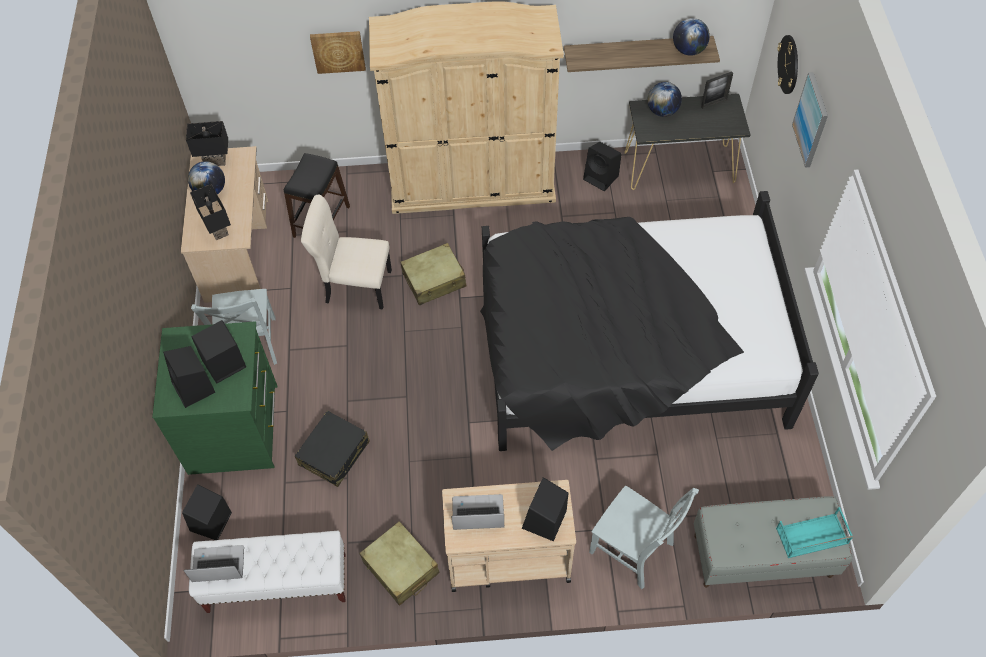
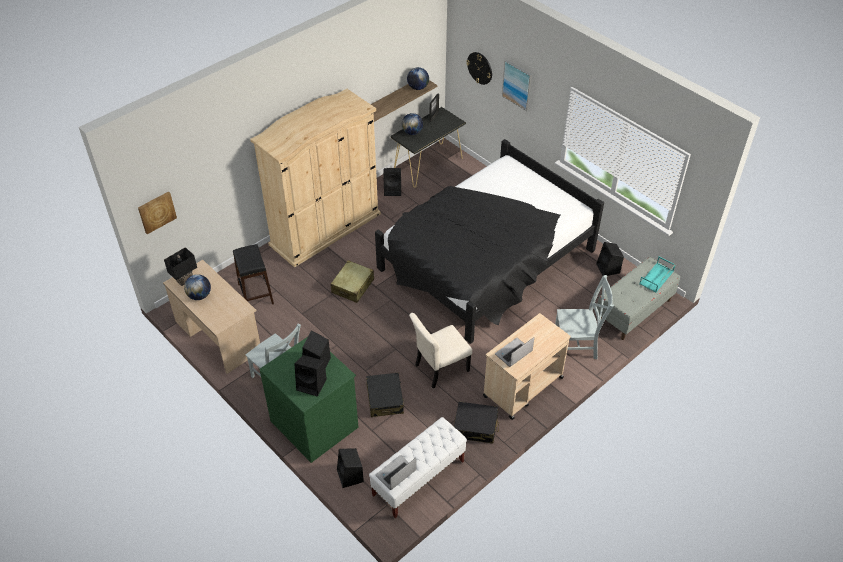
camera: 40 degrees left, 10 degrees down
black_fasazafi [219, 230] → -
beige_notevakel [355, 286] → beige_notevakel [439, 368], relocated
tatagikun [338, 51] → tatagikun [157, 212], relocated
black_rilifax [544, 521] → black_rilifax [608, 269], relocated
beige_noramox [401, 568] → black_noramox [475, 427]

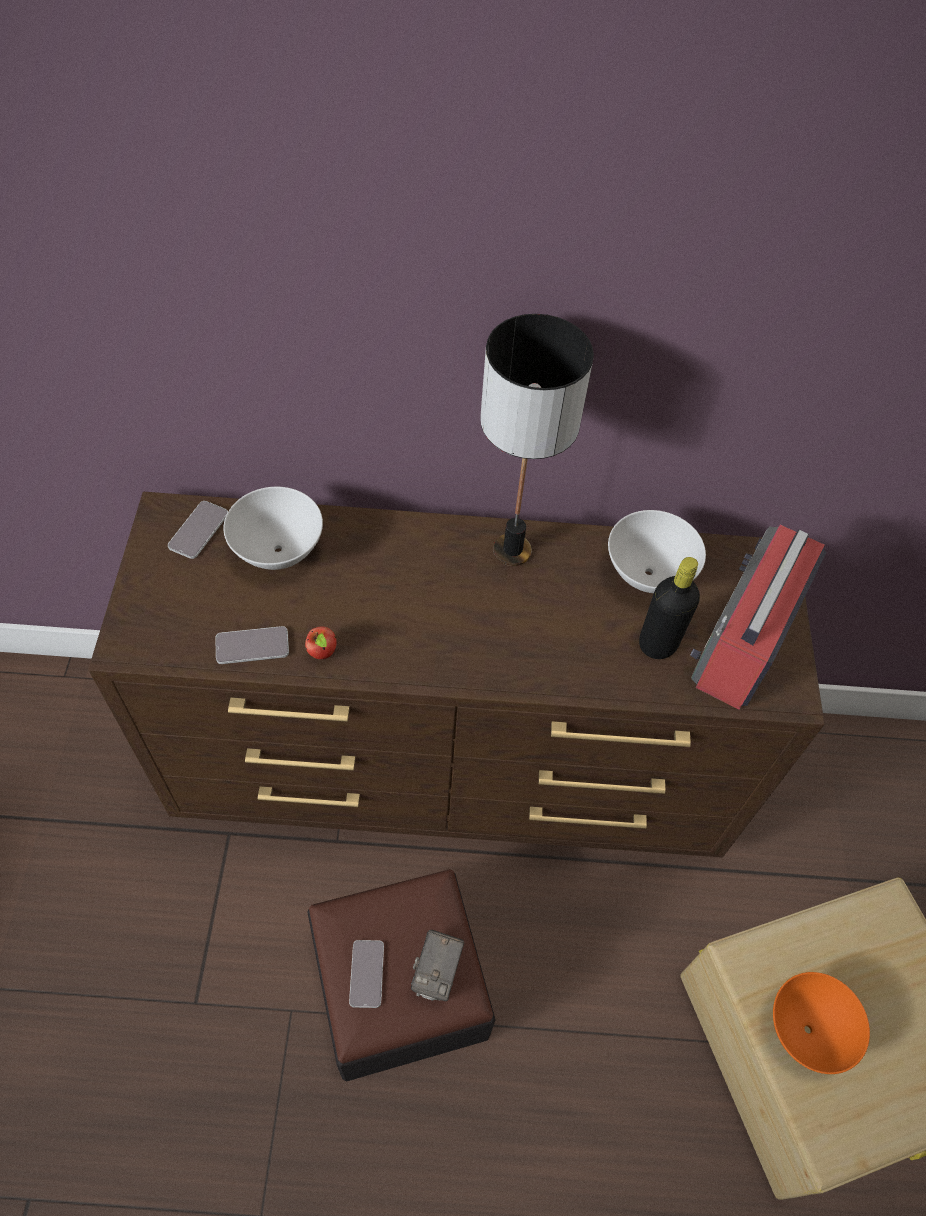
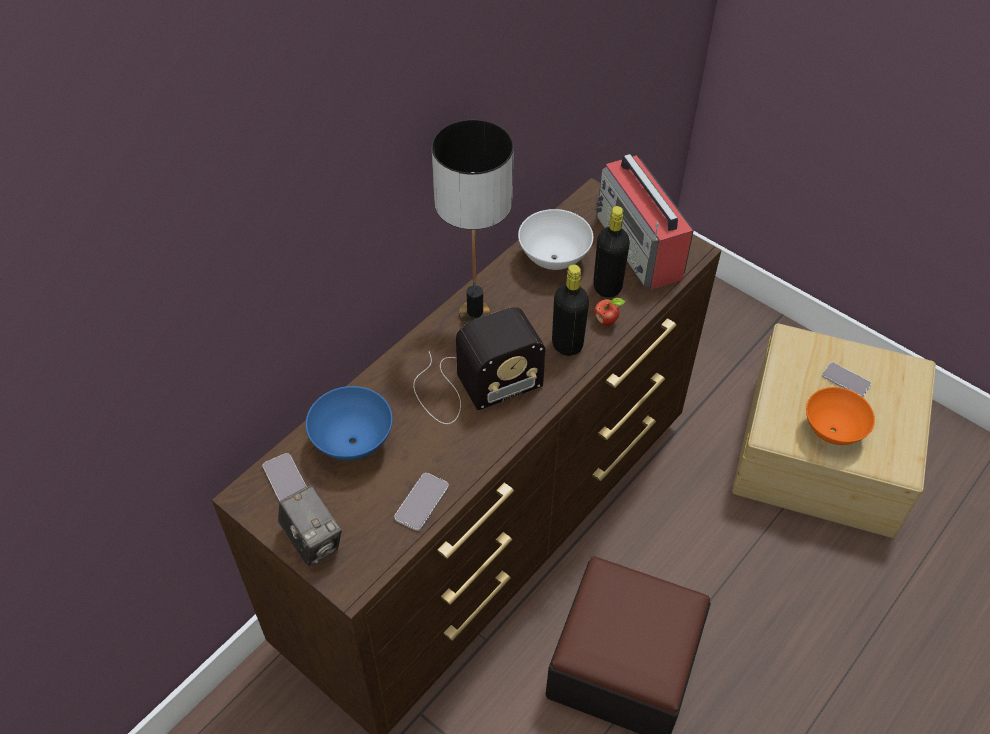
camera: 50 degrees left, 5 degrees down
- → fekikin [472, 385]
- → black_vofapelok [567, 344]
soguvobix [323, 654] → soguvobix [607, 321], relocated
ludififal [367, 974] → ludififal [846, 380], relocated
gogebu [436, 972] → gogebu [313, 541], relocated
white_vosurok [279, 552] → blue_vosurok [354, 442]

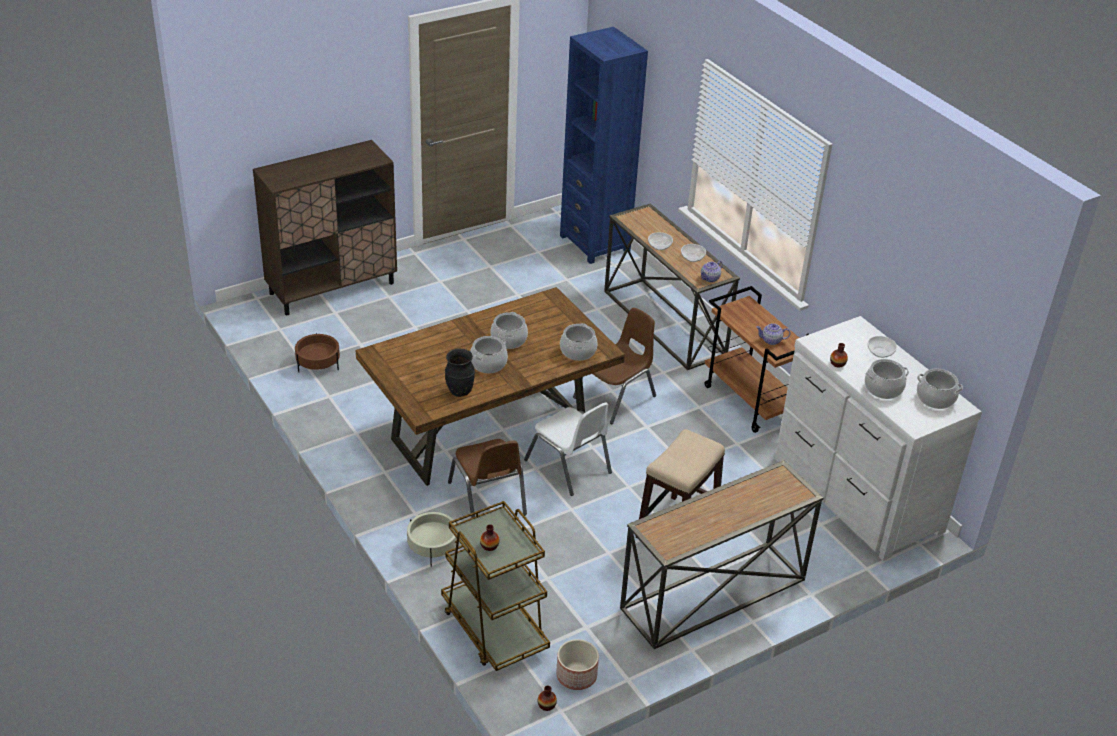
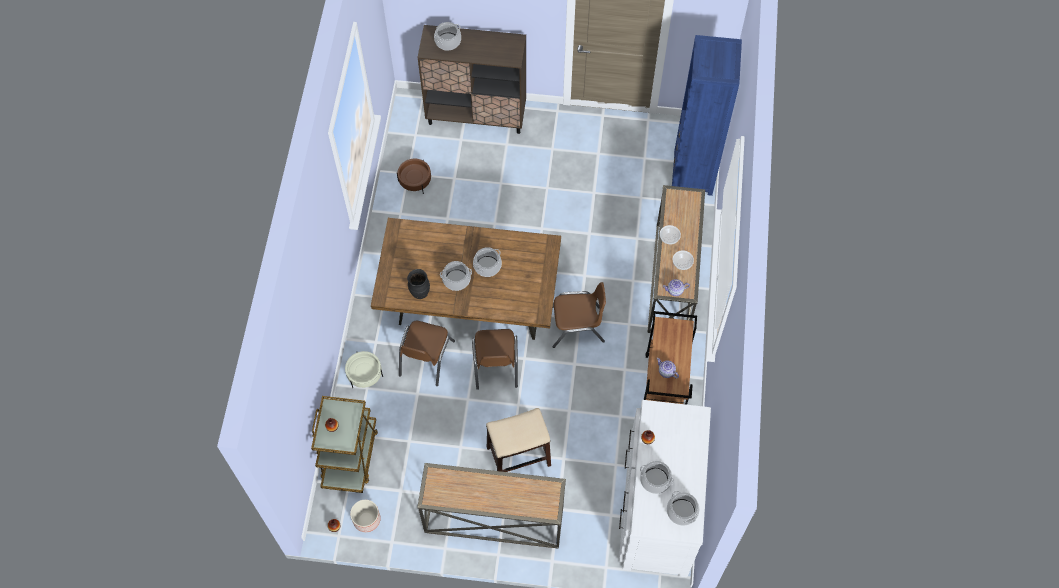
camera: 40 degrees right, 25 degrees up
vosurok [880, 352] → -
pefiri [577, 351] → pefiri [448, 41], relocated
white_notevakel [568, 466] → brown_notevakel [495, 364]

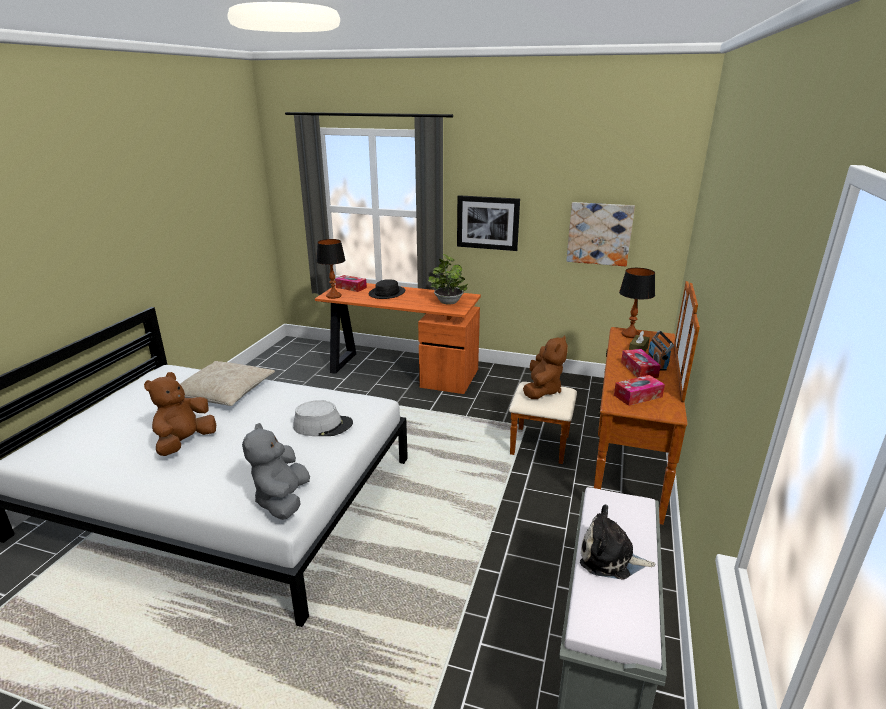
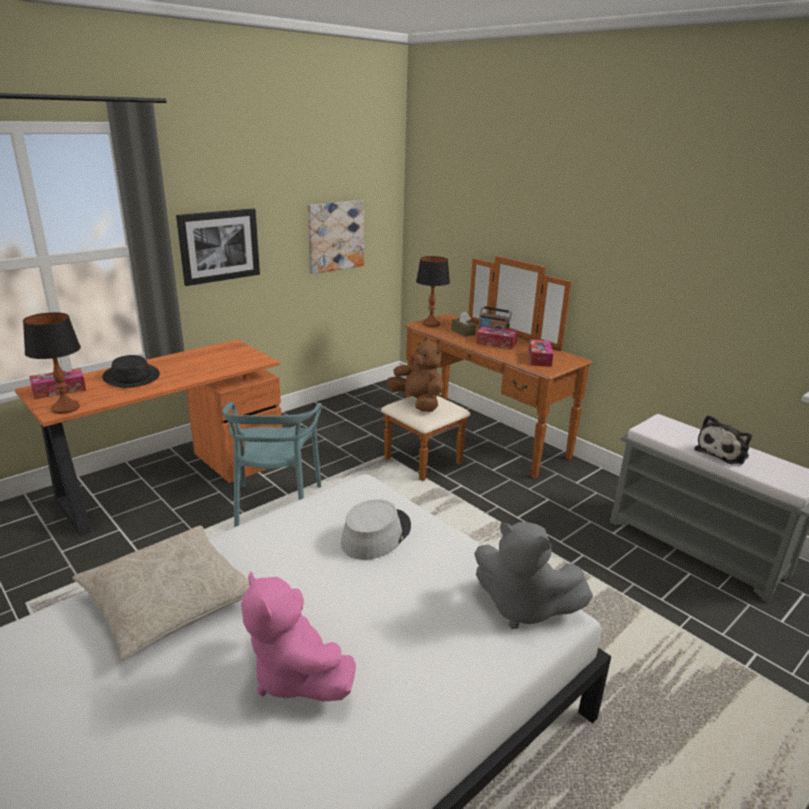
camera: 60 degrees left, 0 degrees up
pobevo [448, 301] → -
- → turquoise_notevakel [276, 506]
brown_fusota [185, 443] → pink_fusota [295, 675]

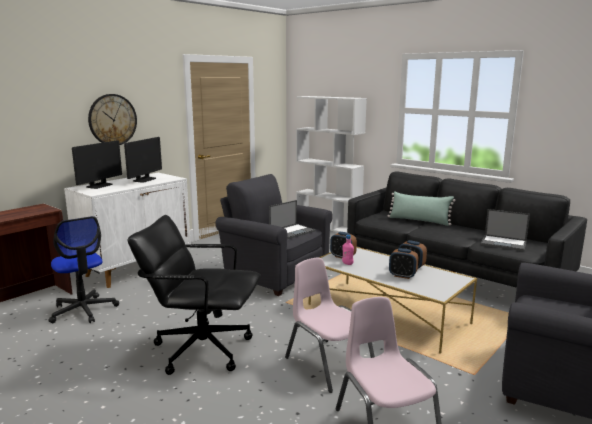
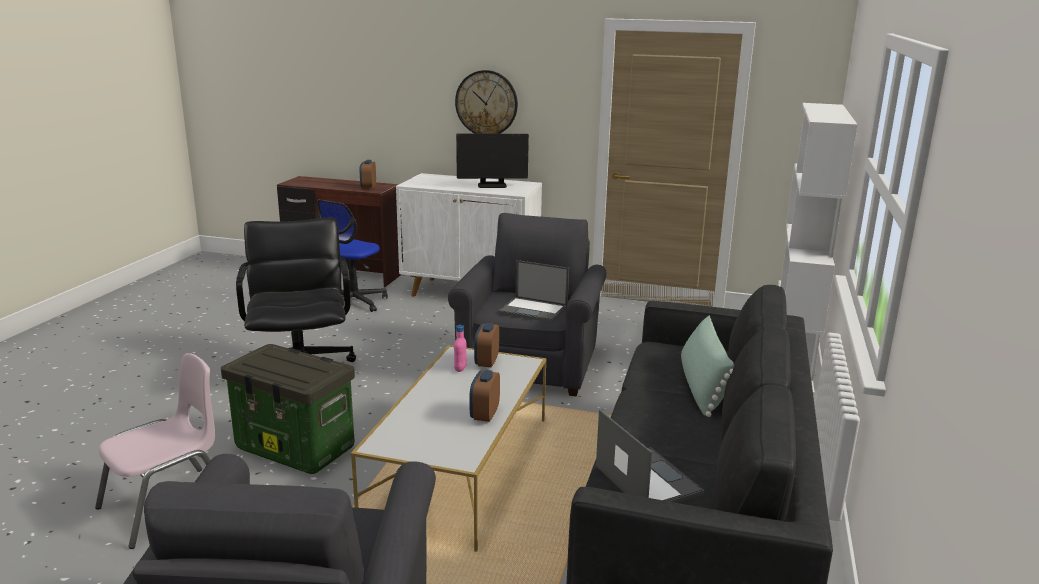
camera: 65 degrees right, 5 degrees up
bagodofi [99, 185] → -
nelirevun [402, 276] → nelirevun [368, 187], relocated
pink_notevakel [329, 363] → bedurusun [297, 448]
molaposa [504, 243] → molaposa [646, 479], 150 degrees clockwise

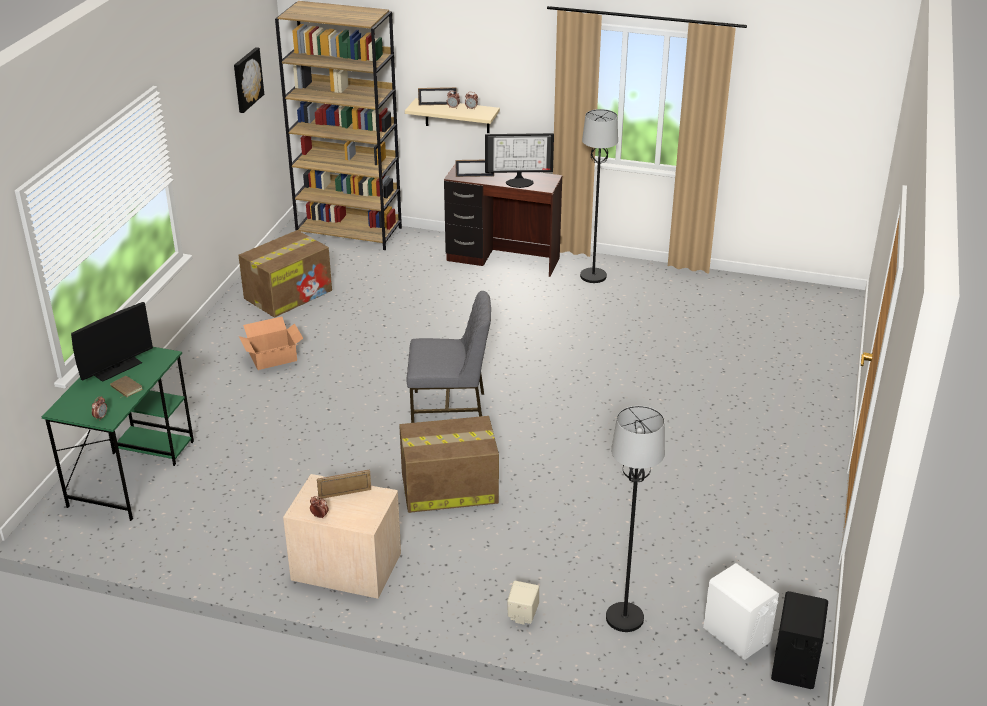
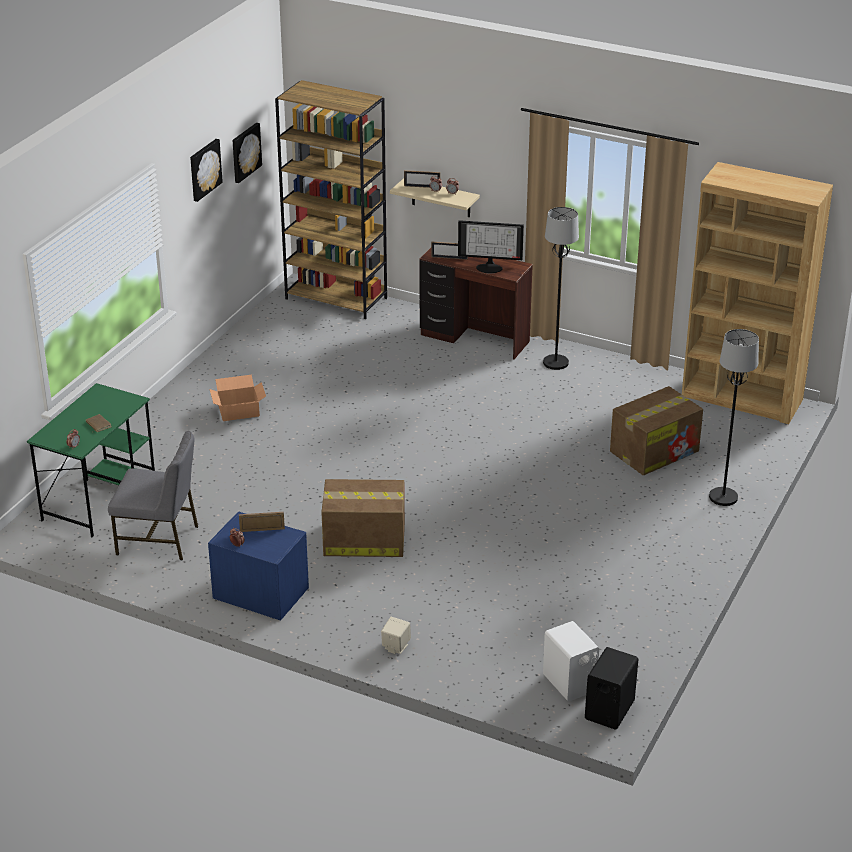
camera: 10 degrees right, 0 degrees up
bagodofi [116, 368] → -
- → tatagikun [204, 169]
- → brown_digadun [742, 398]
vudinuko [289, 294] → vudinuko [655, 451], relocated
grey_notevakel [450, 410] → grey_notevakel [159, 540], relocated
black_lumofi [625, 618] → black_lumofi [723, 497], relocated
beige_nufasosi [346, 566] → blue_nufasosi [260, 592]

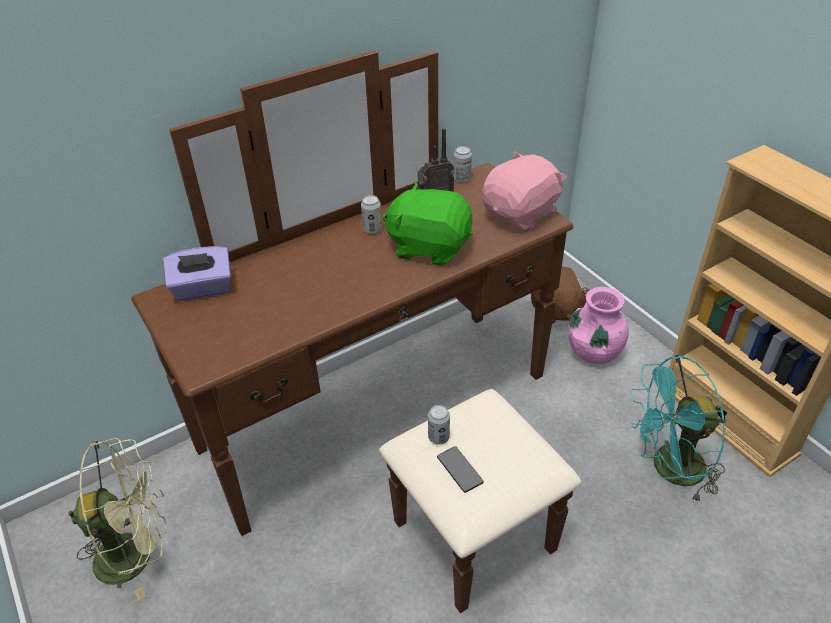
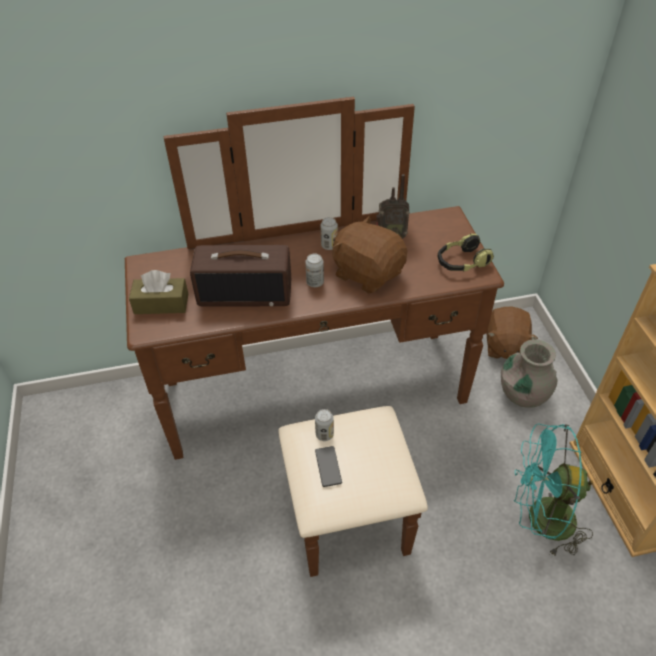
camera: 20 degrees right, 5 degrees up
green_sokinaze [136, 553] → -
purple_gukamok [203, 289] → -
- → brown_gukamok [161, 304]
- → fekikin [246, 293]
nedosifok [462, 179] → nedosifok [315, 282], relocated
pink_fusota [521, 214] → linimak [462, 262]
green_fusota [429, 247] → brown_fusota [367, 273]
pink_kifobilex [594, 352] → grey_kifobilex [523, 394]

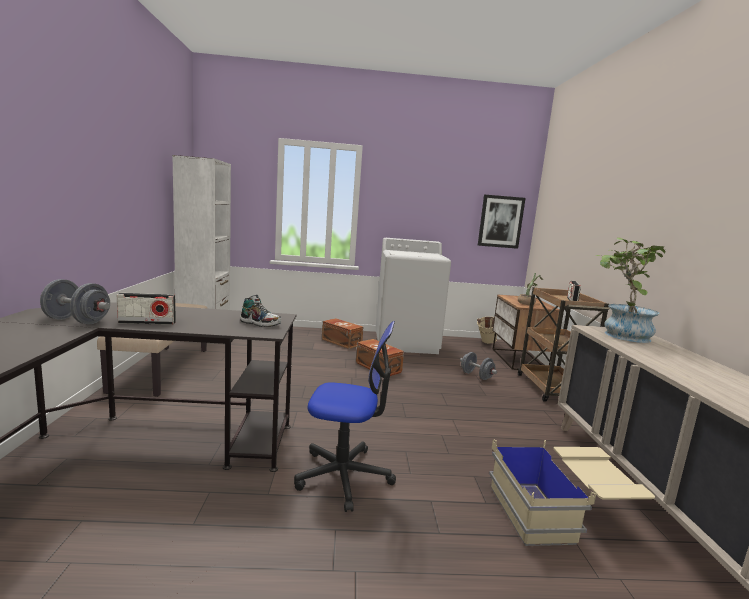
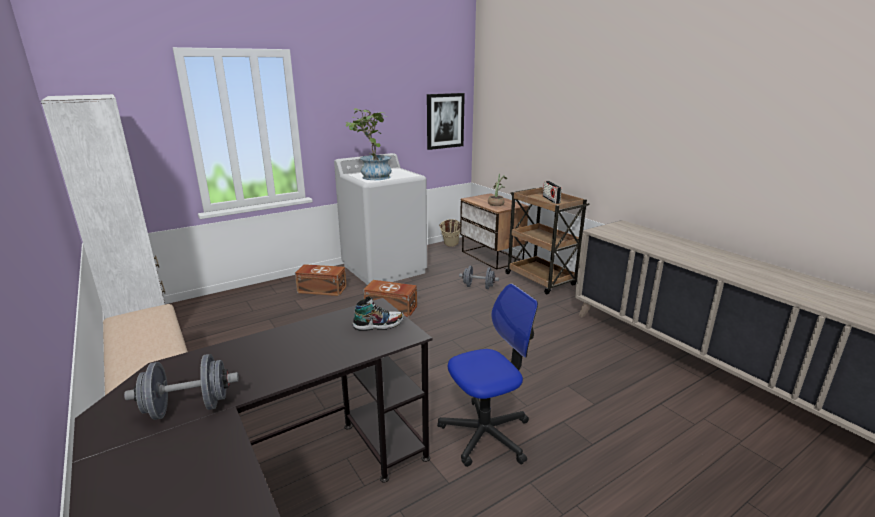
camera: 30 degrees left, 10 degrees up
fekikin [147, 322] → -
beige_bedurusun [560, 514] → -
pobevo [619, 334] → pobevo [371, 177], relocated

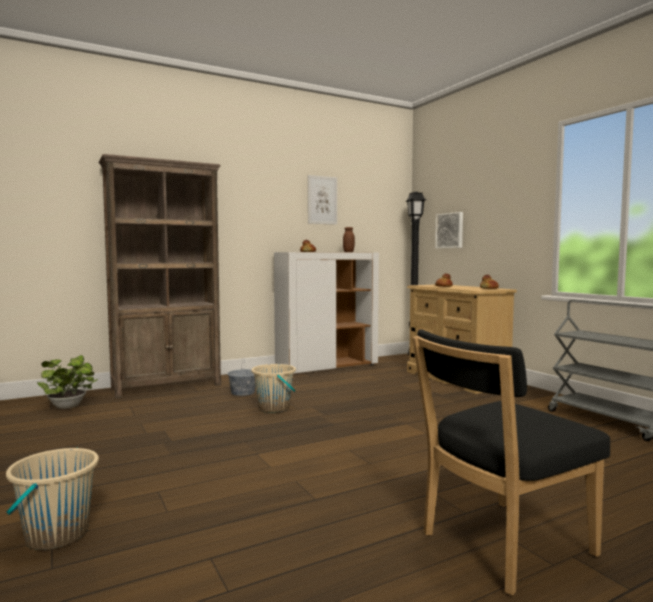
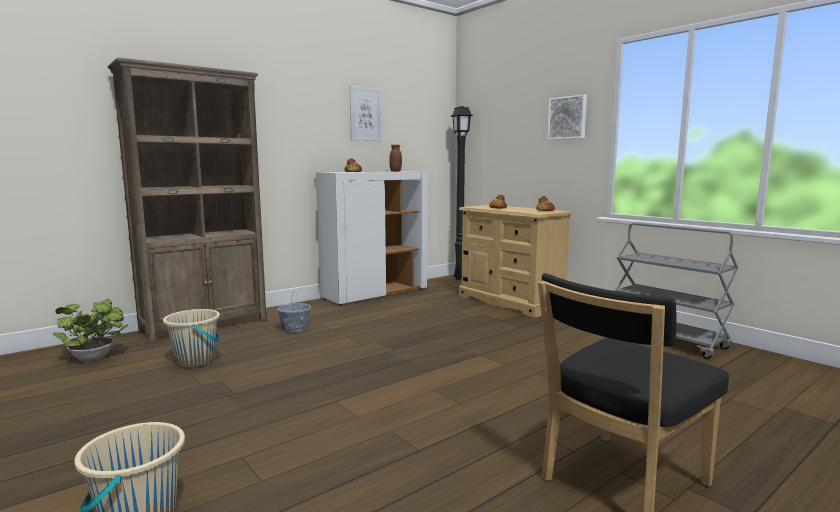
camera: 10 degrees left, 5 degrees up
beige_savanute [274, 408] → beige_savanute [196, 362], relocated
tatagikun [450, 230] → tatagikun [568, 118], relocated

